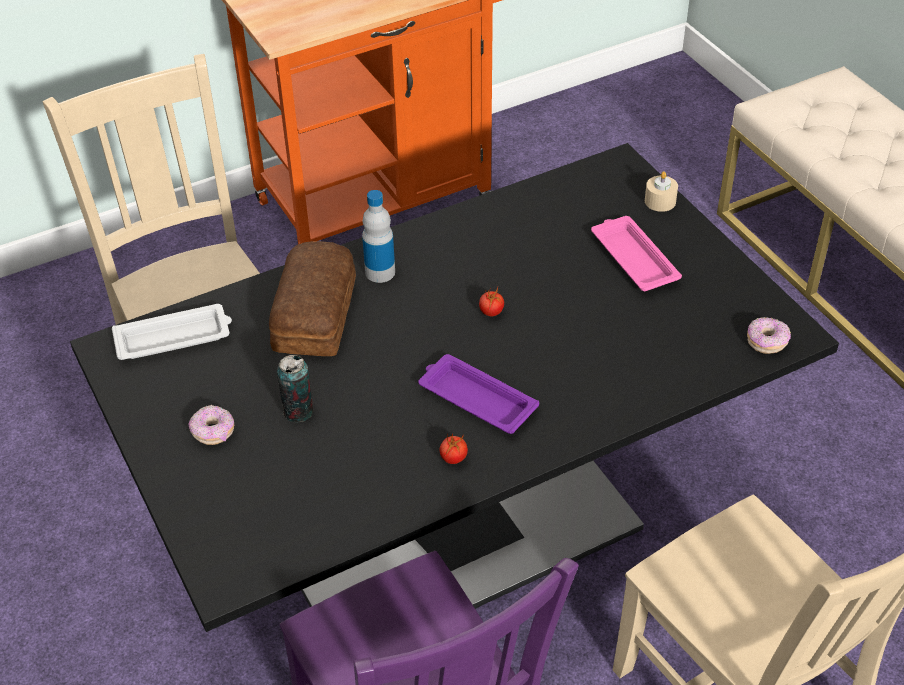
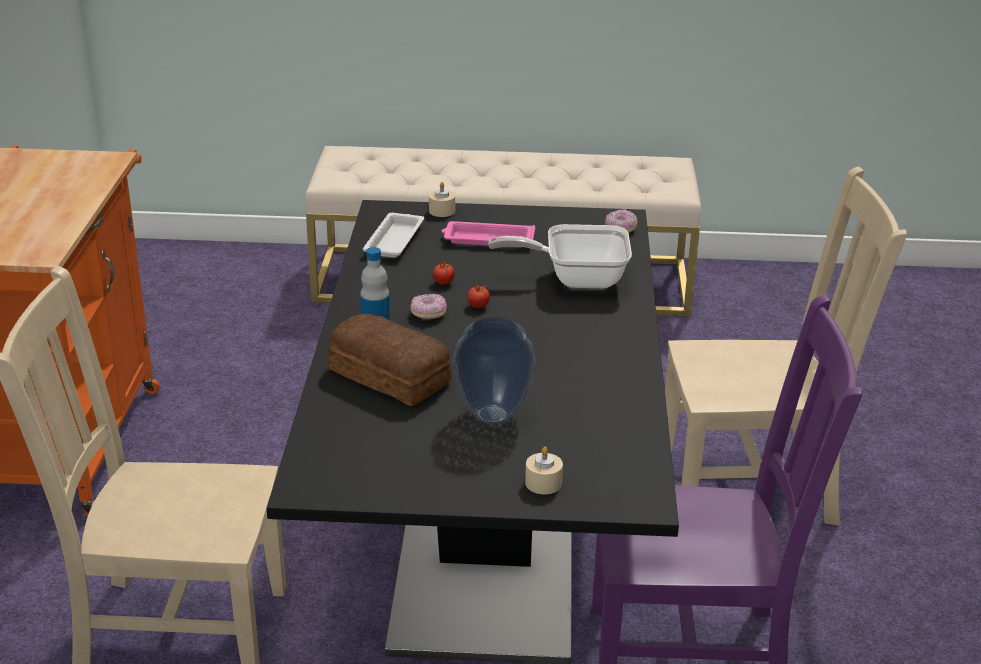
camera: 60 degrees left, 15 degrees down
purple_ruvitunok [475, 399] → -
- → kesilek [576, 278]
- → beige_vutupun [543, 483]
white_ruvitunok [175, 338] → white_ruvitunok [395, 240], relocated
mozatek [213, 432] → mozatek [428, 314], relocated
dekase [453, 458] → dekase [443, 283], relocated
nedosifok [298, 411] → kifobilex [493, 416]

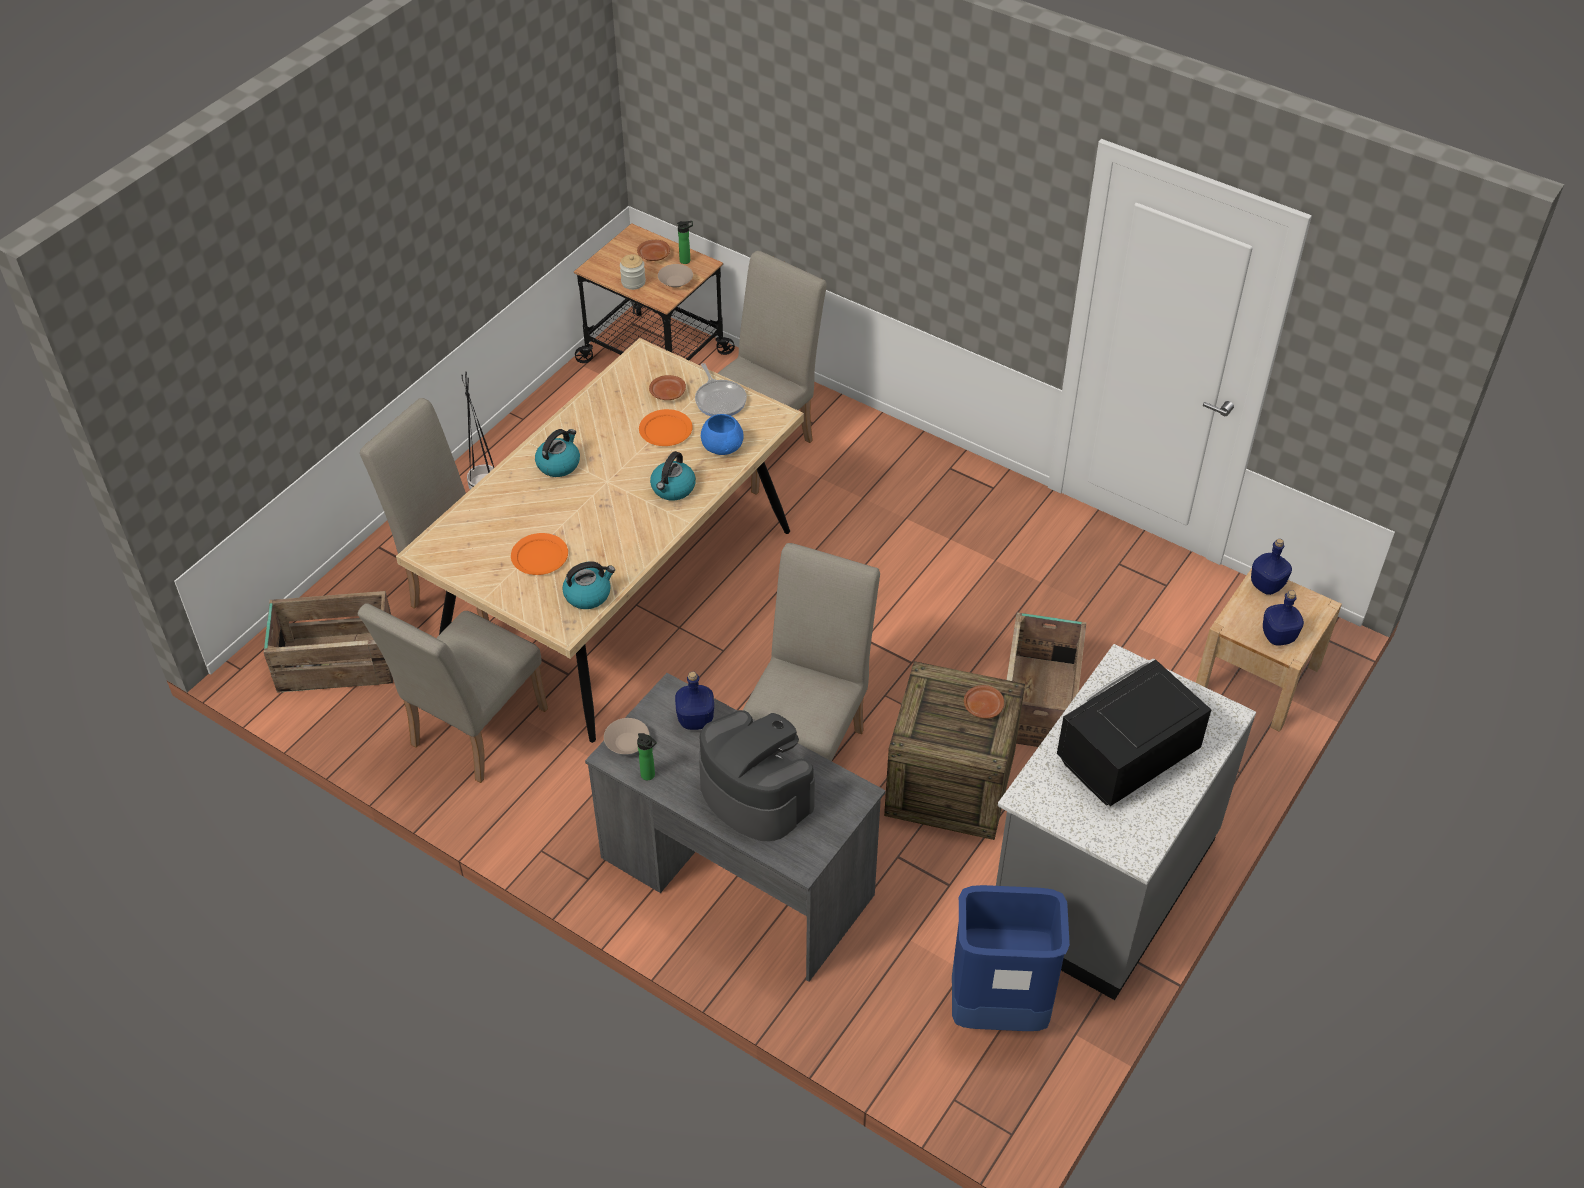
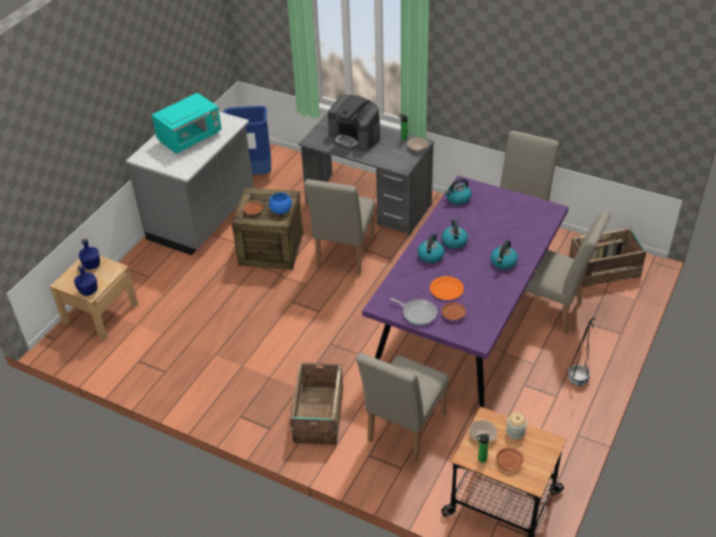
camera: 175 degrees right, 5 degrees down
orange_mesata [539, 556] → -
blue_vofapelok [695, 719] → -
- → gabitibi [454, 241]
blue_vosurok [722, 446] → blue_vosurok [281, 210], relocated
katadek [1040, 700] → katadek [318, 416], relocated
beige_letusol [618, 592] → purple_letusol [466, 322]
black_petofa [1124, 758] → turquoise_petofa [191, 138]
kesilek [720, 400] → kesilek [418, 313], 150 degrees clockwise

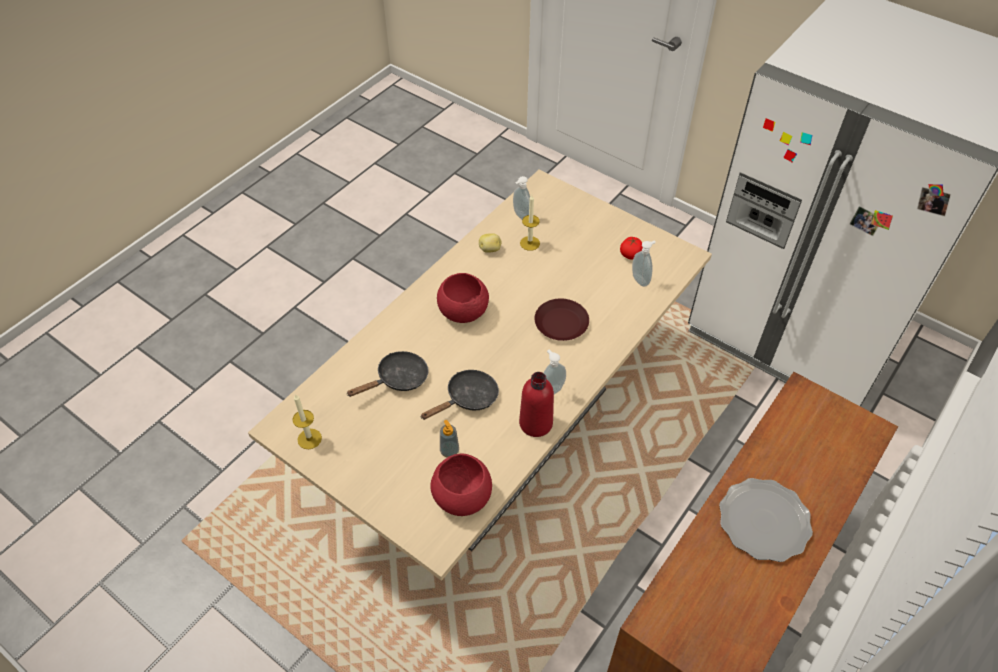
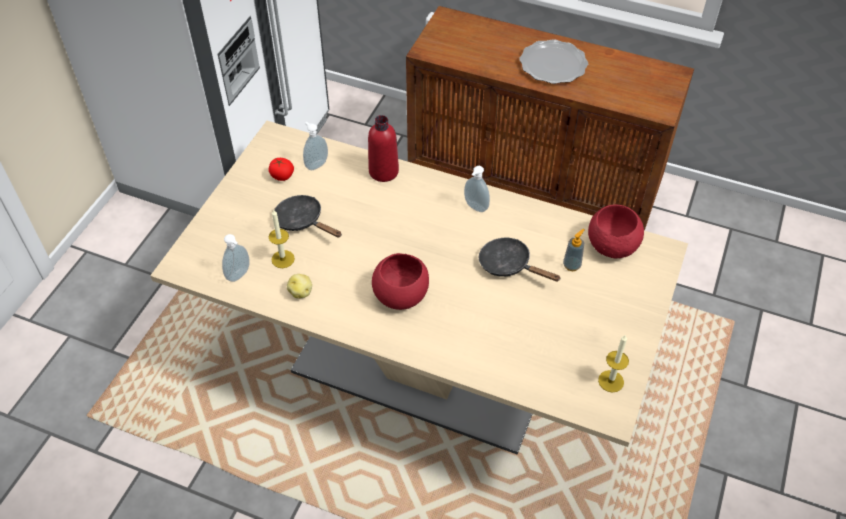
camera: 105 degrees left, 0 degrees up
brown_mesata [560, 323] → -
black_kesilek [398, 379] → black_kesilek [302, 221], relocated
red_vofapelok [536, 423] → red_vofapelok [383, 171], relocated

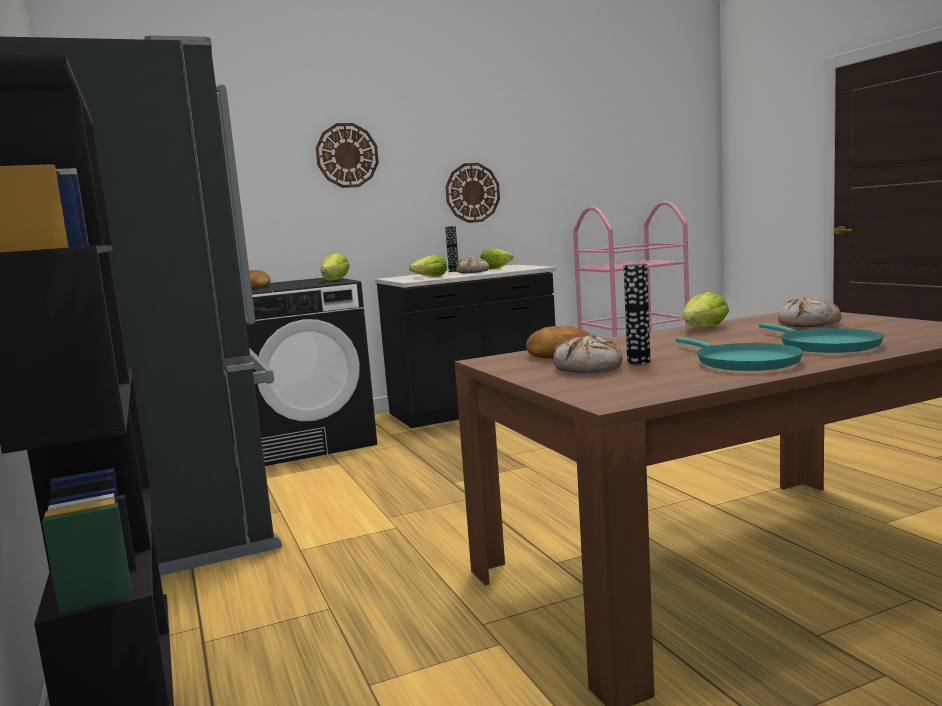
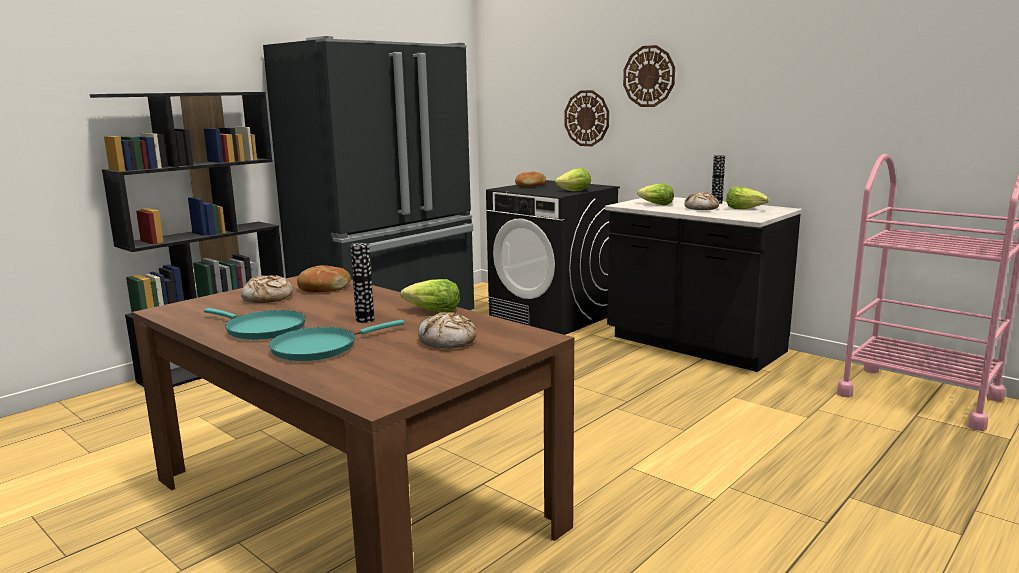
camera: 65 degrees right, 5 degrees up
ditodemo [472, 193] → ditodemo [587, 118], relocated
kifobilex [638, 362] → kifobilex [365, 320], relocated
turquoise_kesilek [742, 362] → turquoise_kesilek [262, 329], 105 degrees counterclockwise

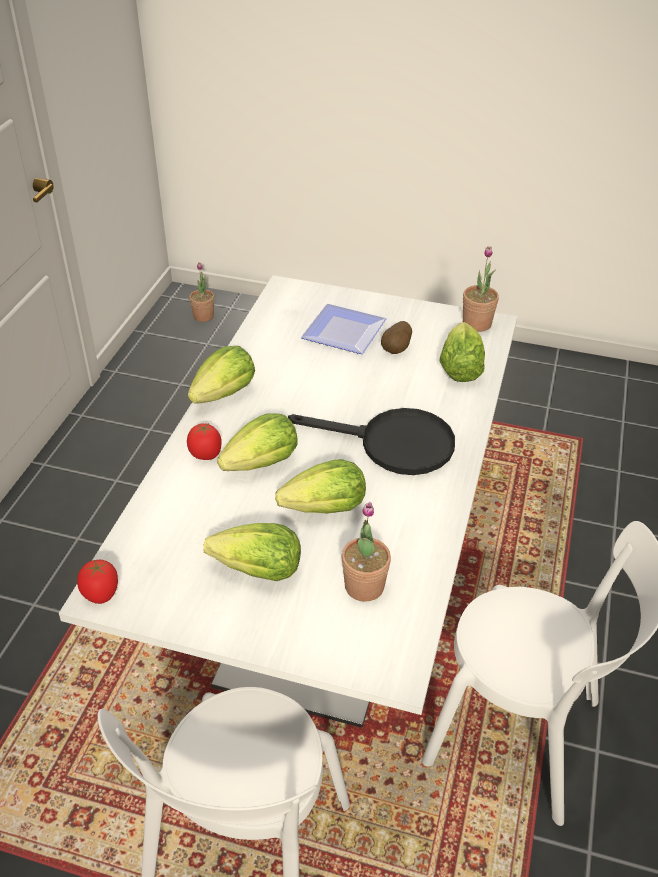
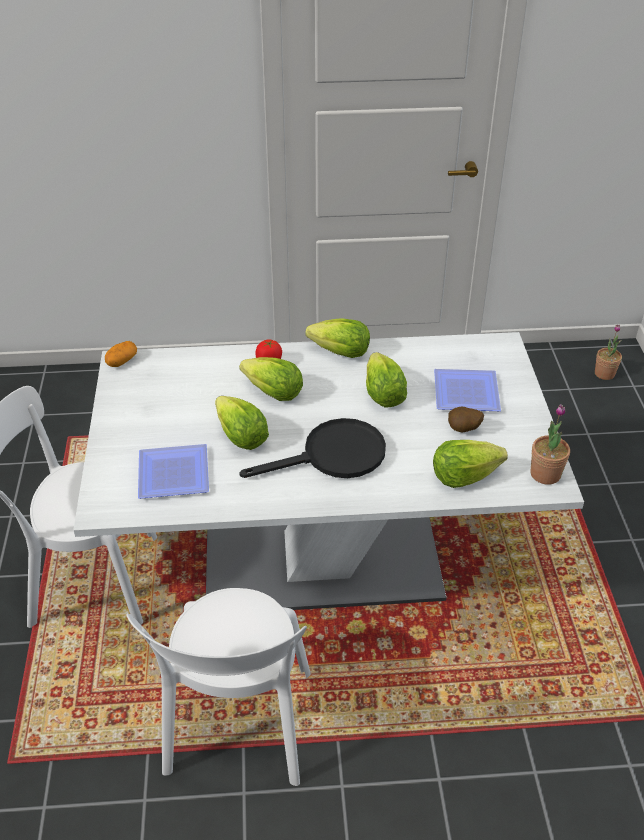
camera: 70 degrees right, 0 degrees up
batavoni [259, 570] → batavoni [383, 395], relocated
dekase [101, 594] → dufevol [122, 361]
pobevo [364, 586] → mesata [171, 476]
black_kesilek [393, 444] → black_kesilek [333, 456], 105 degrees counterclockwise

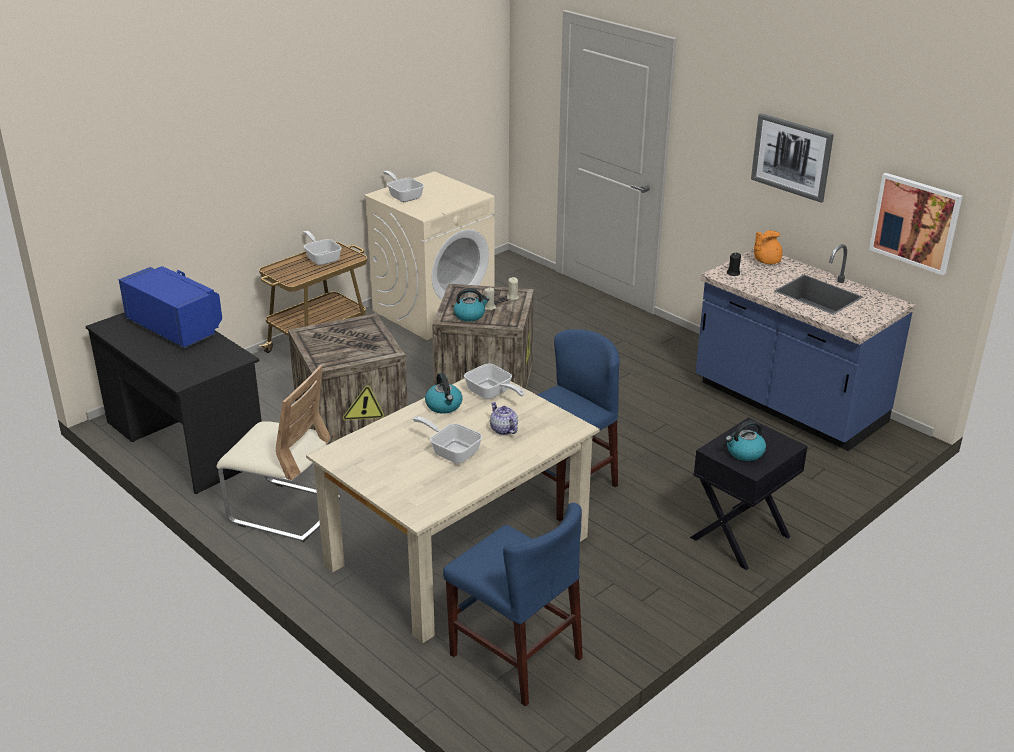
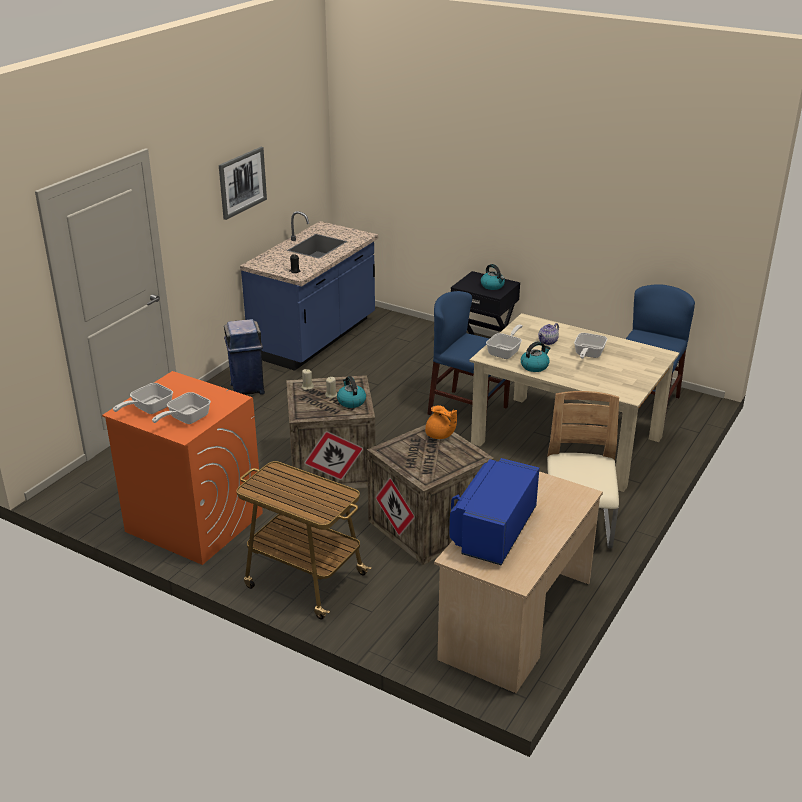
camera: 105 degrees left, 0 degrees up
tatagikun [915, 222] → -
- → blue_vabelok [247, 388]
kesilek [322, 258] → kesilek [148, 409], relocated
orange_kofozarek [765, 261] → orange_kofozarek [439, 435], relocated
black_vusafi [185, 441] → beige_vusafi [516, 620]
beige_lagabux [433, 310] → orange_lagabux [193, 522]

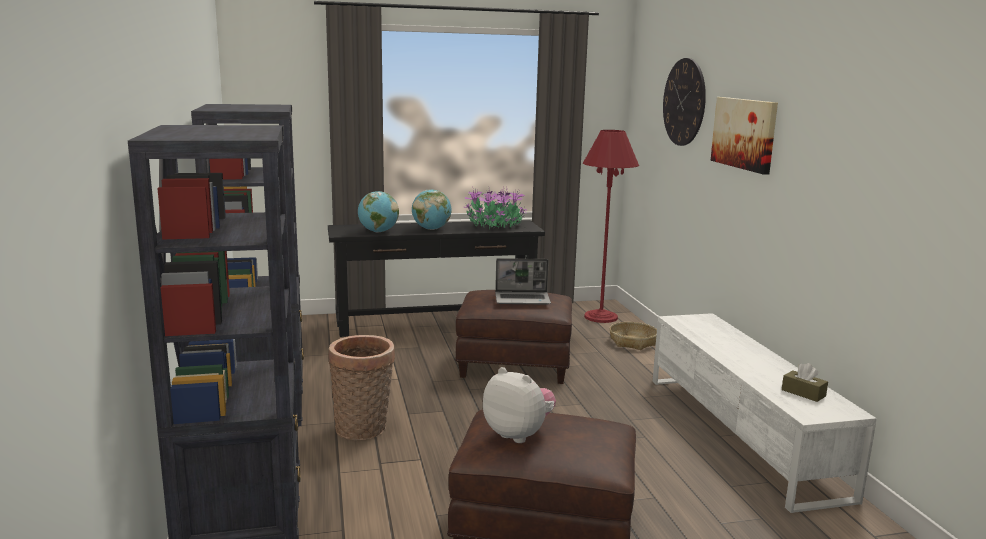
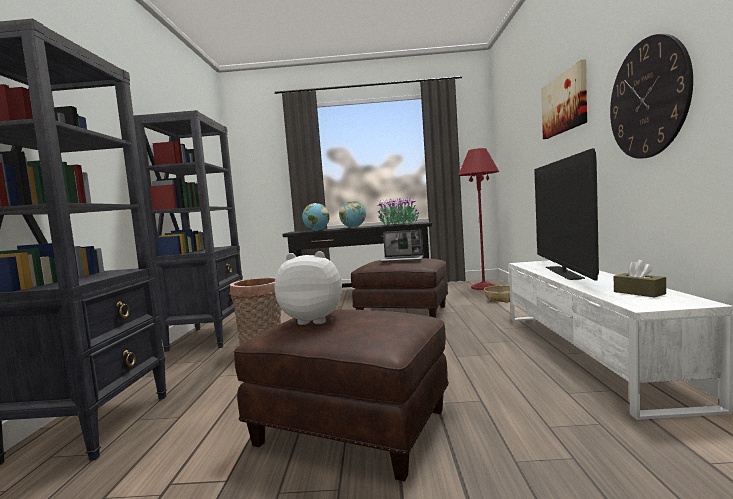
camera: 15 degrees right, 10 degrees down
- → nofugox [563, 273]
ditodemo [684, 102] → ditodemo [647, 99], relocated
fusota [518, 434] → fusota [314, 320], 45 degrees counterclockwise

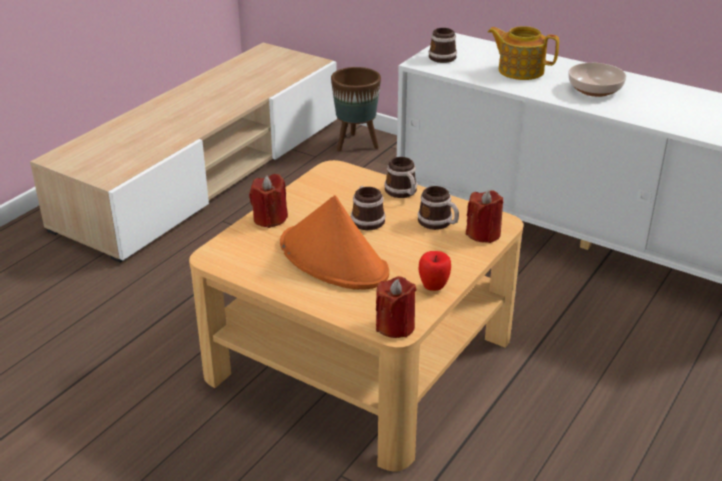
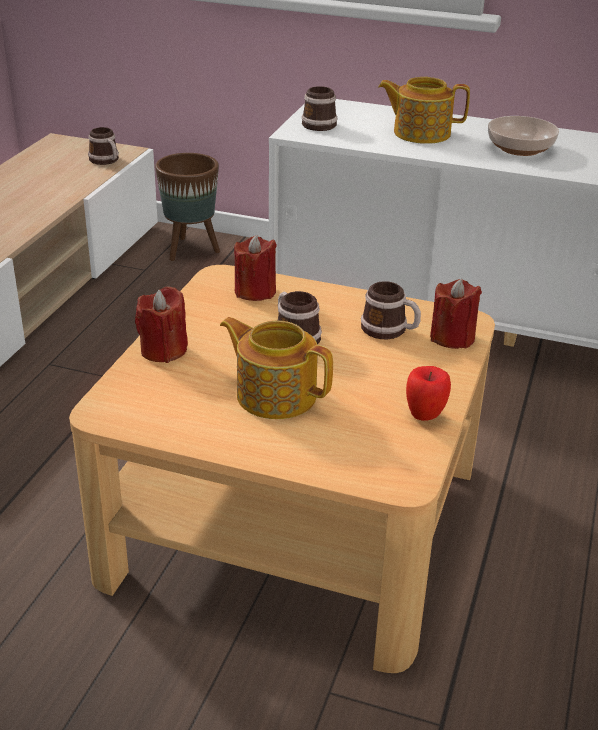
camera: 15 degrees left, 0 degrees up
red_vutupun [395, 326] → red_vutupun [255, 291], relocated
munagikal [403, 193] → munagikal [106, 161], relocated
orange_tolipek [334, 259] → kofozarek [275, 395]

